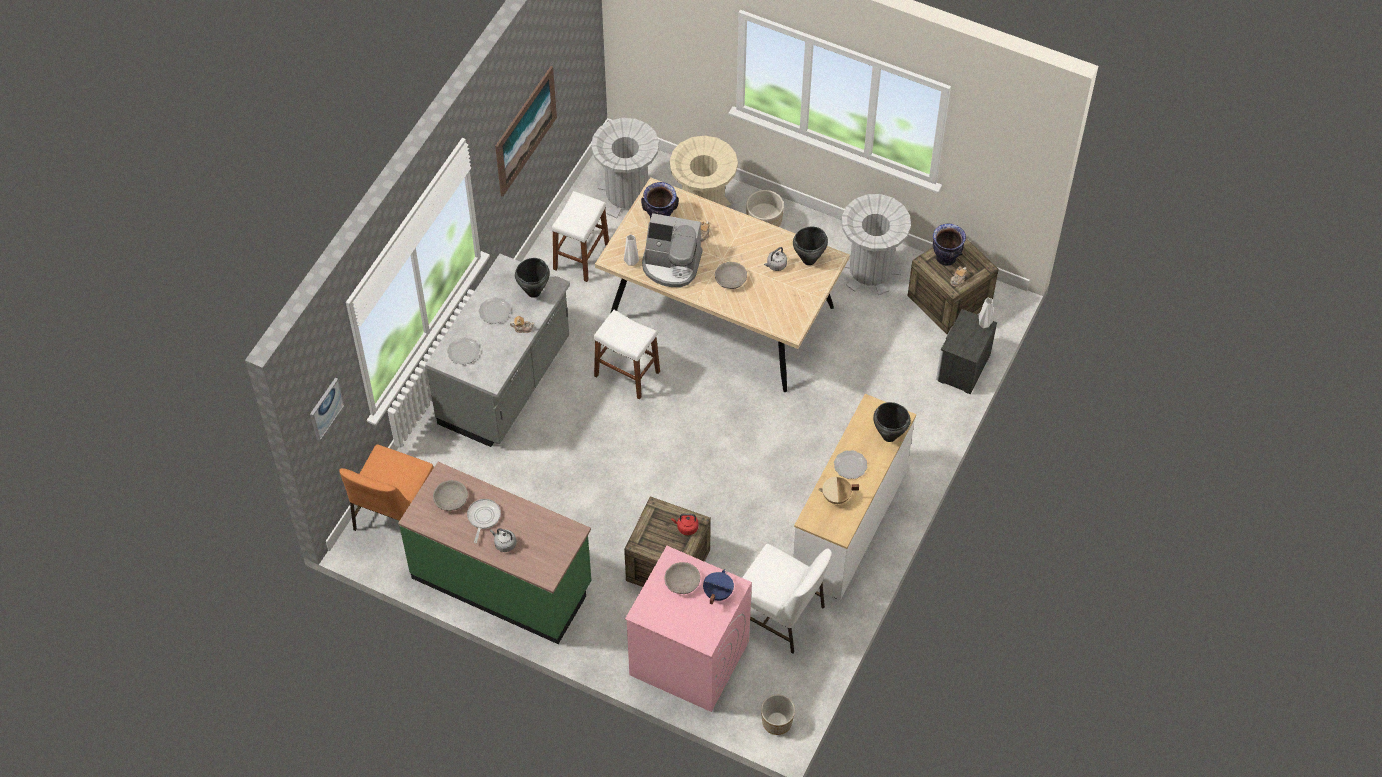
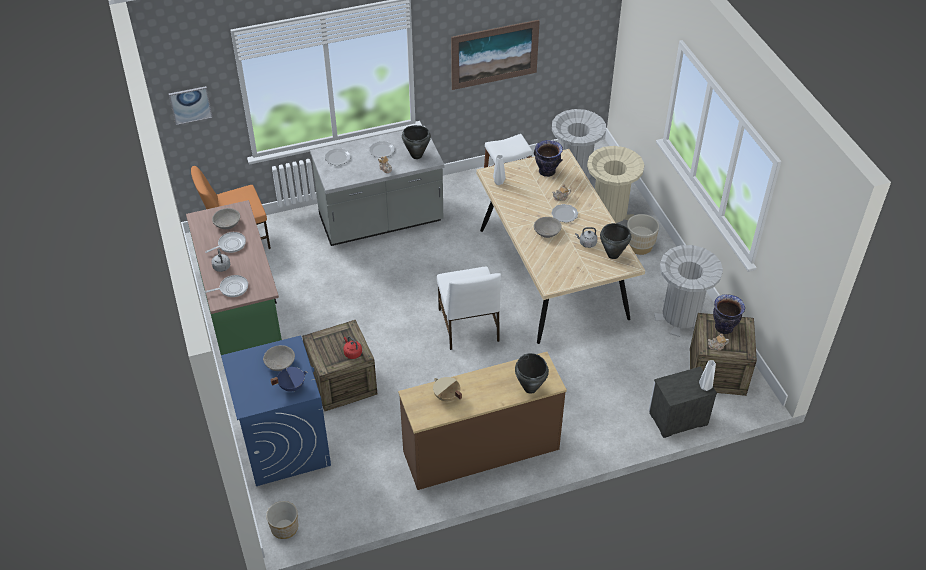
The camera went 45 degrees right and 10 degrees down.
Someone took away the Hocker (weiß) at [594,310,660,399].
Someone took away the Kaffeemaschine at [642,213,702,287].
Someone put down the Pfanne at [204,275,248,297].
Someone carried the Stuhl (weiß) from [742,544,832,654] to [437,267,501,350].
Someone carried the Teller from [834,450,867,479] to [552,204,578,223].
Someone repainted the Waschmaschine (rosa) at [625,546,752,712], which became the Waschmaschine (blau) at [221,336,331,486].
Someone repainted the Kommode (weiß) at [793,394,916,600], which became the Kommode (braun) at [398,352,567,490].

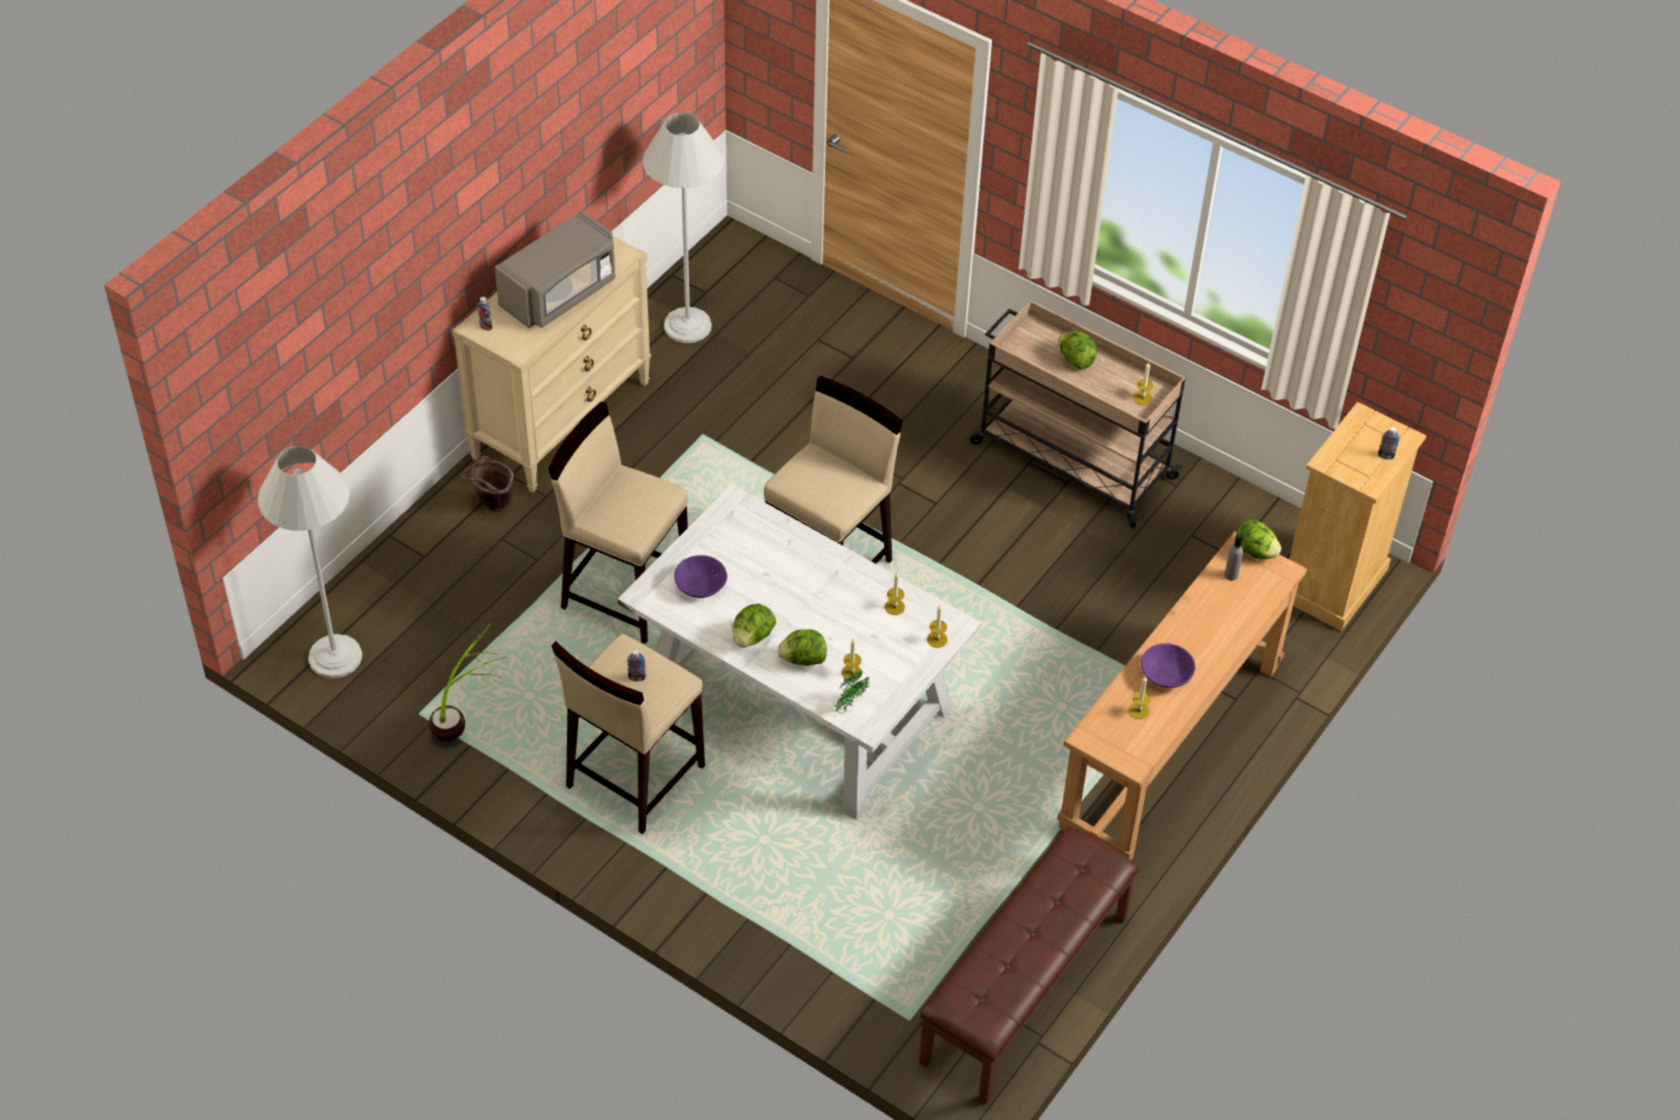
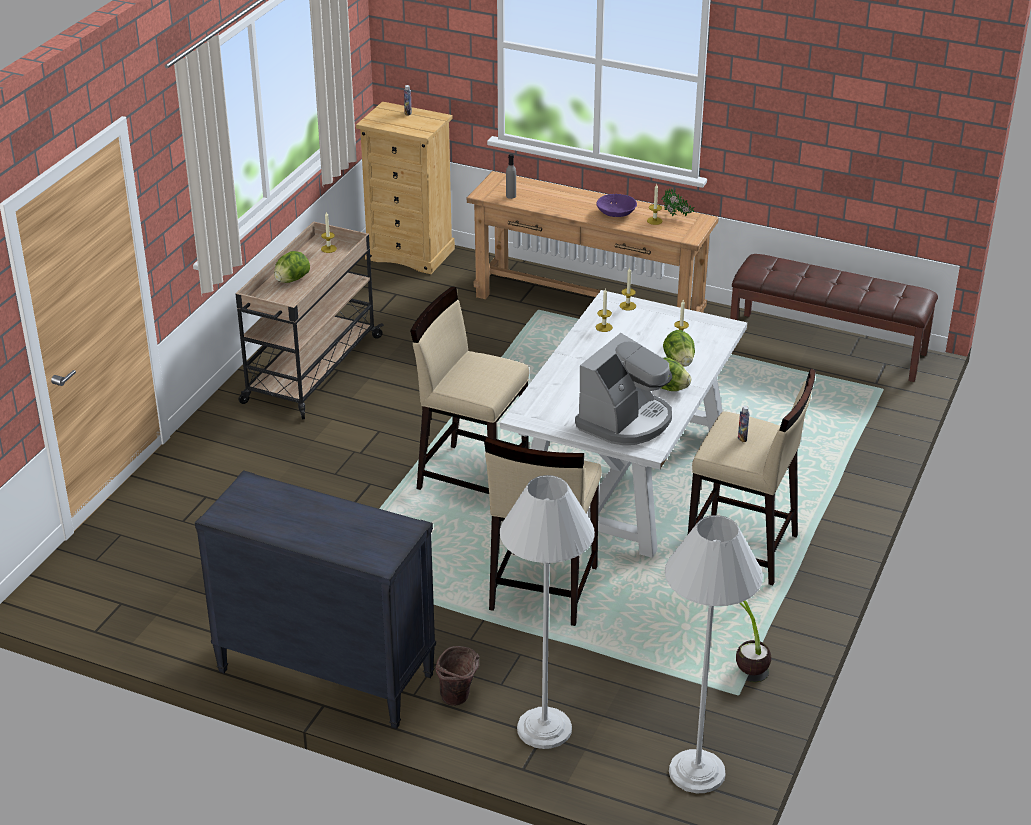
The camera went 100 degrees left and 15 degrees down.
Someone took away the Flasche at [477,297,492,331].
Someone took away the Mikrowelle (grau) at [495,211,616,328].
Someone took away the Salatkopf at [1235,519,1281,560].
Someone carried the Stehlampe (weiß) from [643,112,724,343] to [500,475,595,749].
Someone carried the Topfpflanze from [835,670,870,712] to [662,189,694,217].
Someone swapped the Schüssel (lila) at [674,555,727,598] for the Kaffeemaschine at [575,333,672,445].
Someone repainted the Kommode (beige) at [452,236,651,492], which became the Kommode (schwarz) at [195,470,436,729].

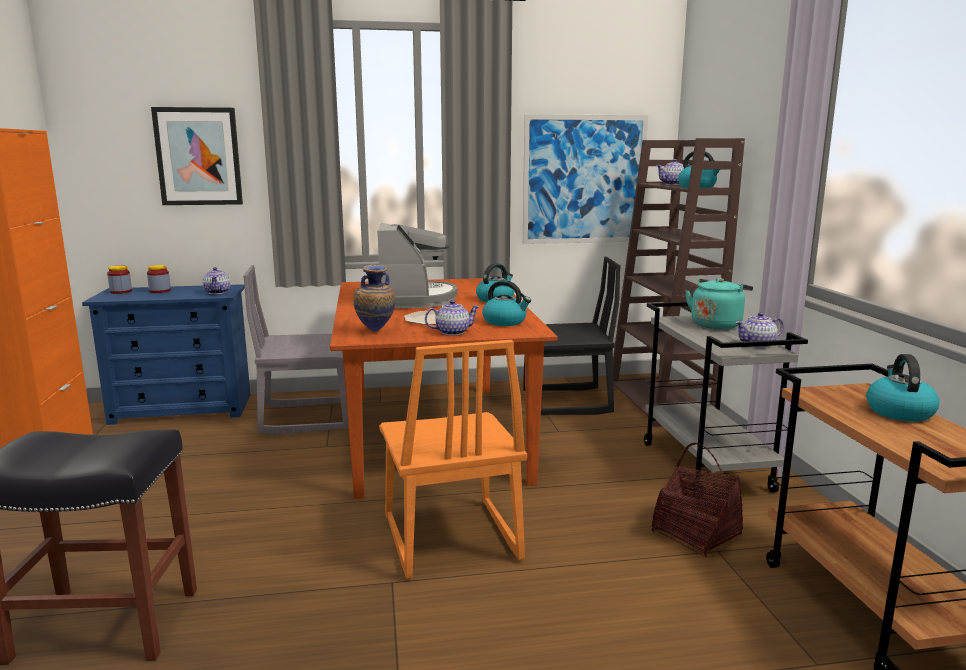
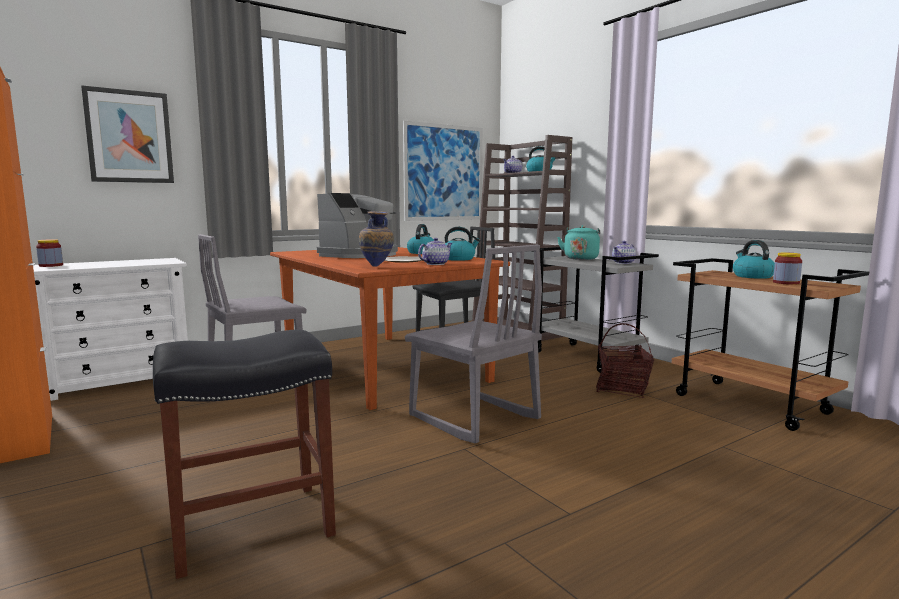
The camera went 25 degrees left and 5 degrees down.
Someone took away the Teekanne at [202,267,230,294].
Someone carried the Vorratsglas from [147,265,171,293] to [773,253,802,285].
Someone repainted the Kommode (blau) at [82,284,250,425], which became the Kommode (weiß) at [33,258,188,401].
Someone repainted the Stuhl (orange) at [379,340,527,579], which became the Stuhl (grau) at [405,245,542,443].
Someone rotated the Kaffeemaschine at [377,223,457,308] by 60 degrees clockwise.

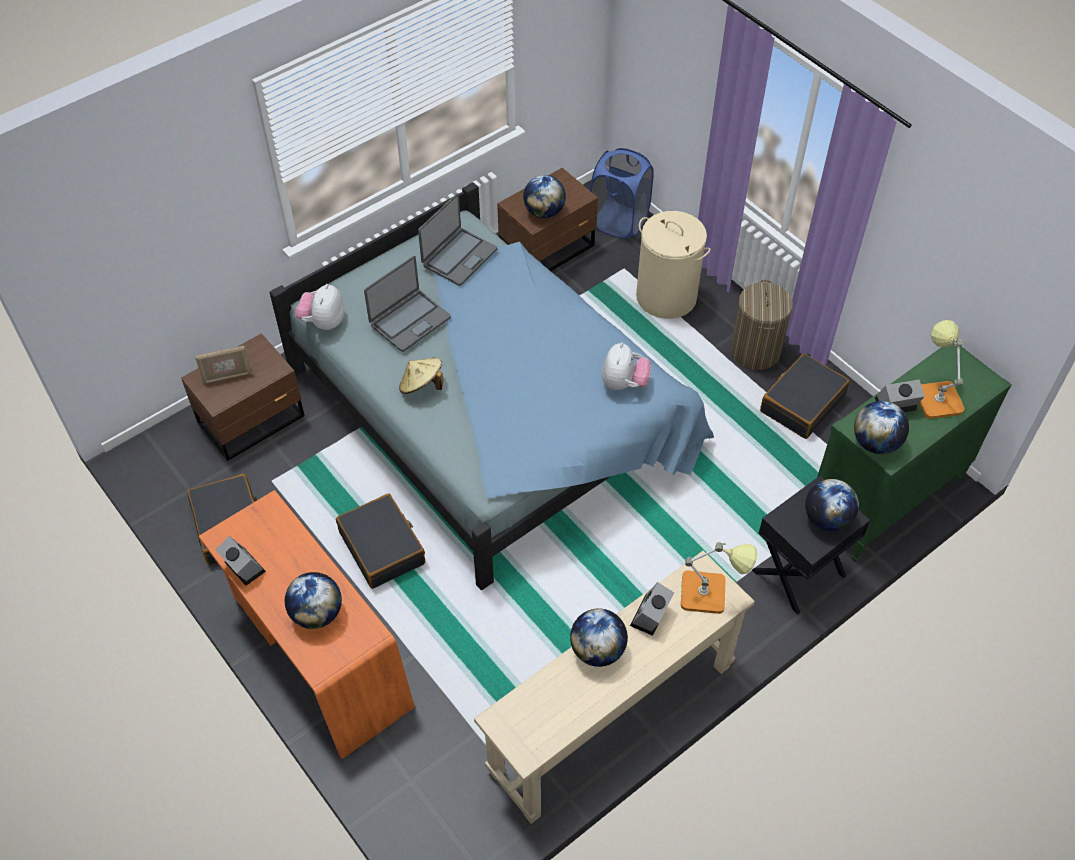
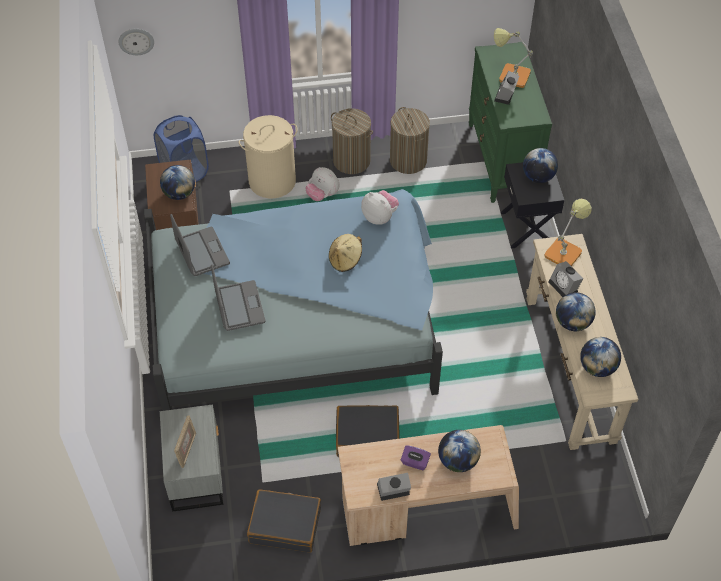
The camera went 60 degrees left and 0 degrees up.
Someone put up the Wanduhr at [119,29,154,55].
Someone put down the Taschentuchbox (lila) at [401,445,431,470].
Someone carried the Plüschtier from [295,284,344,330] to [306,167,340,201].
Someone carried the Hut (beige) from [399,358,443,394] to [329,234,362,272].
Someone carried the Globus from [854,401,909,454] to [580,337,621,377].
Someone swapped the Koffer (schwarz) at [760,353,850,439] for the Wäschekorb at [390,107,430,174].
Someone repainted the Nachttisch (braun) at [181,333,305,461], which became the Nachttisch (grau) at [160,404,223,512].
Someone repainted the Schreibtisch (orange) at [199,490,415,759], which became the Schreibtisch (beige) at [338,425,519,546].

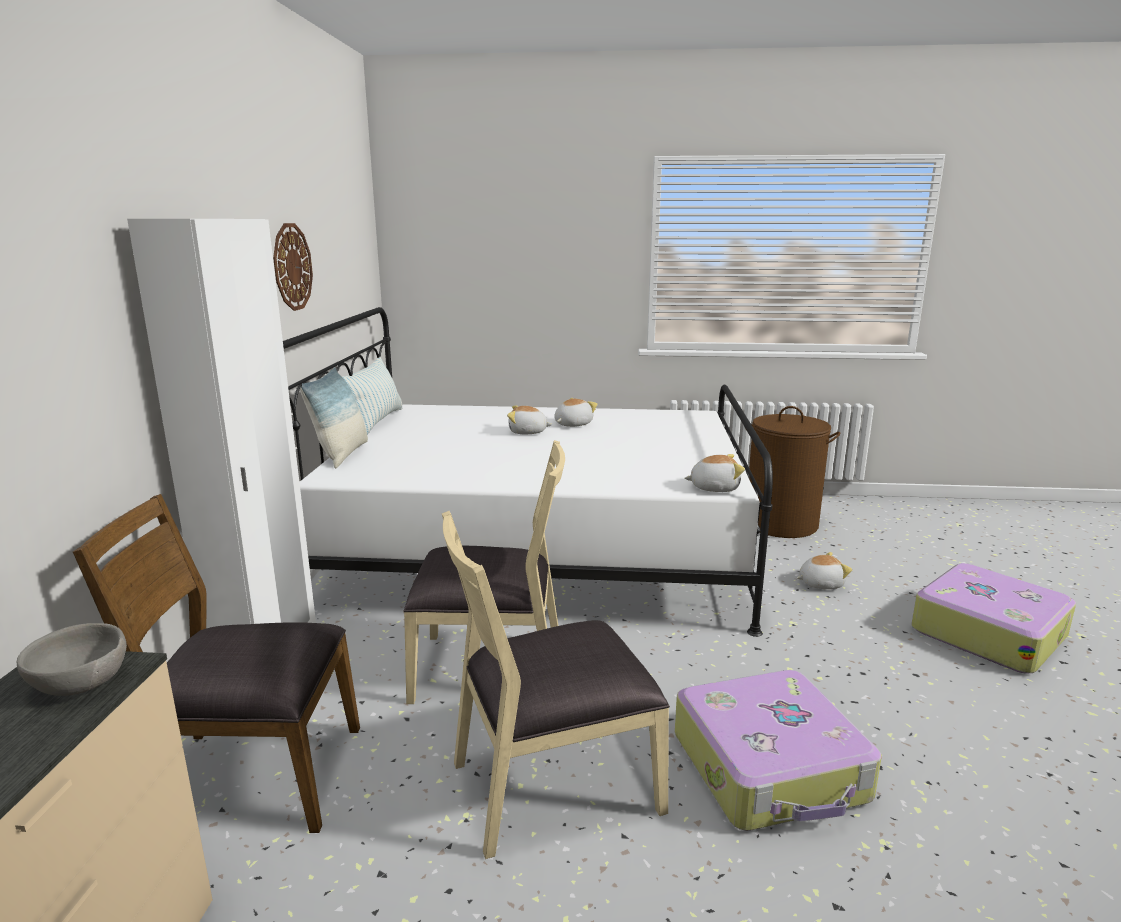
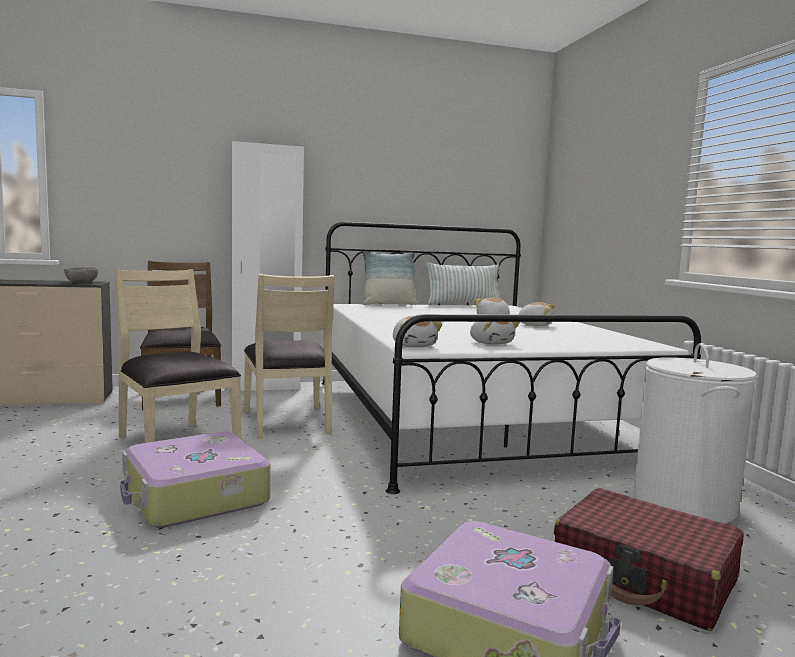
The camera went 70 degrees right and 10 degrees down.
Someone took away the Wanduhr at [273,223,313,311].
Someone put down the Koffer (rot) at [554,488,744,631].
Someone carried the Plüschtier from [797,552,852,589] to [470,322,520,345].
Someone repainted the Wäschekorb (braun) at [749,406,840,538], which became the Wäschekorb (weiß) at [633,343,757,524].

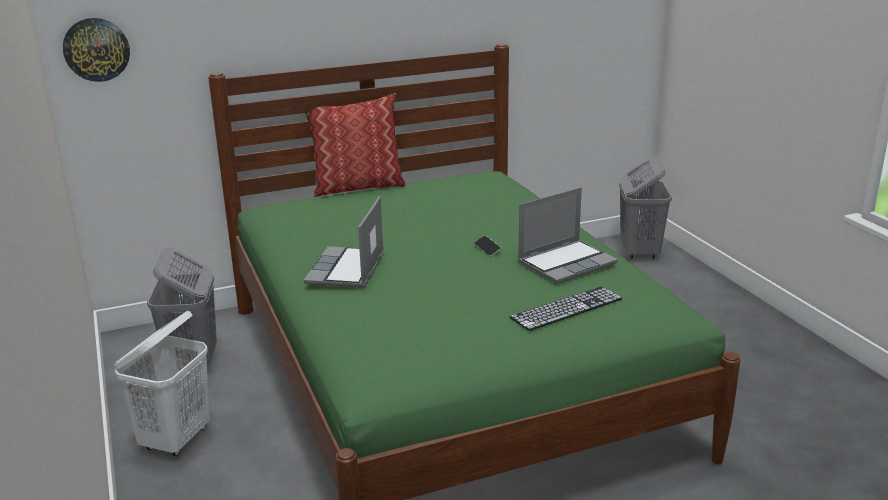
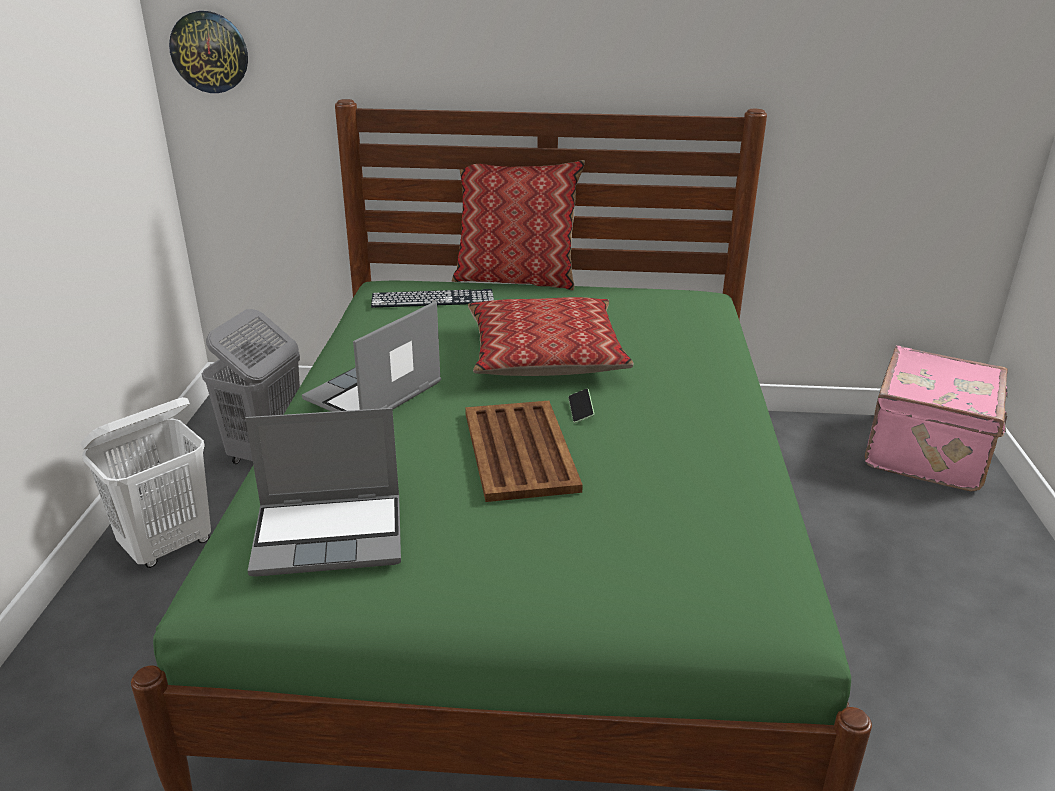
The camera went 25 degrees right and 5 degrees up.
Someone put down the Tablett (braun) at [465,401,583,502].
Someone put down the Kissen at [468,297,633,376].
Someone carried the Tastatur from [510,287,622,331] to [371,289,494,308].
Someone carried the Laptop from [518,187,618,284] to [245,408,401,577].
Someone swapped the Wäschekorb (grau) at [619,157,672,259] for the Koffer (rosa) at [865,346,1008,492].

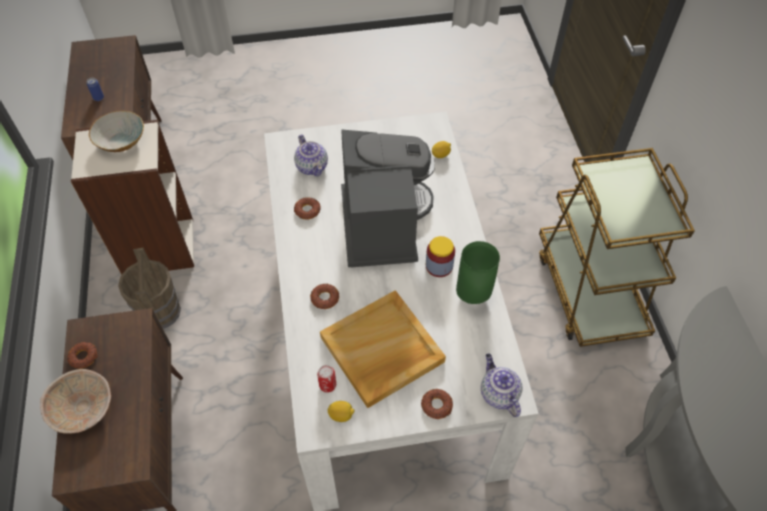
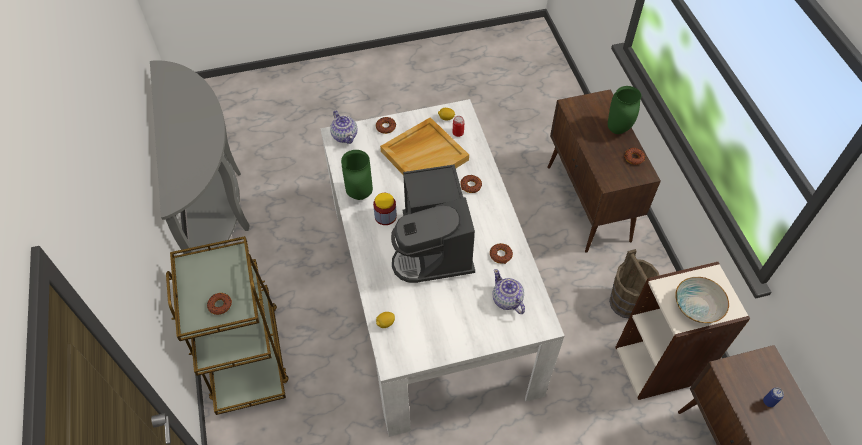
The camera went 175 degrees right and 0 degrees up.
Someone put down the Donut at [207,293,232,315].
Someone swapped the Schüssel (beige) at [40,369,111,434] for the Vase (grün) at [608,86,641,134].

